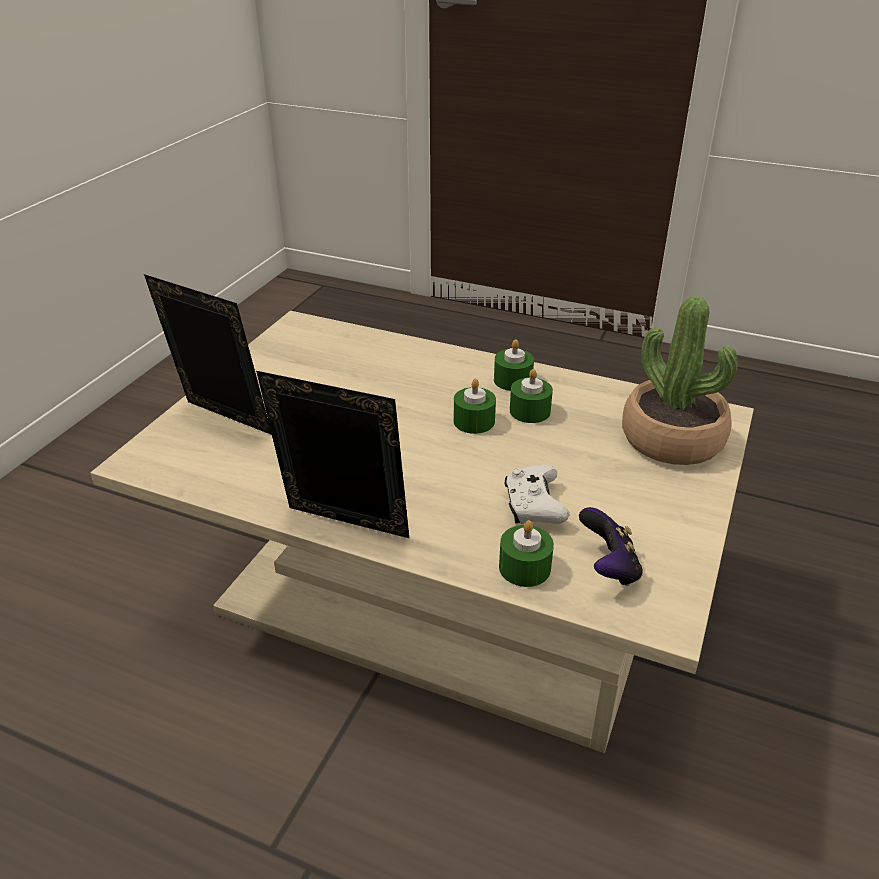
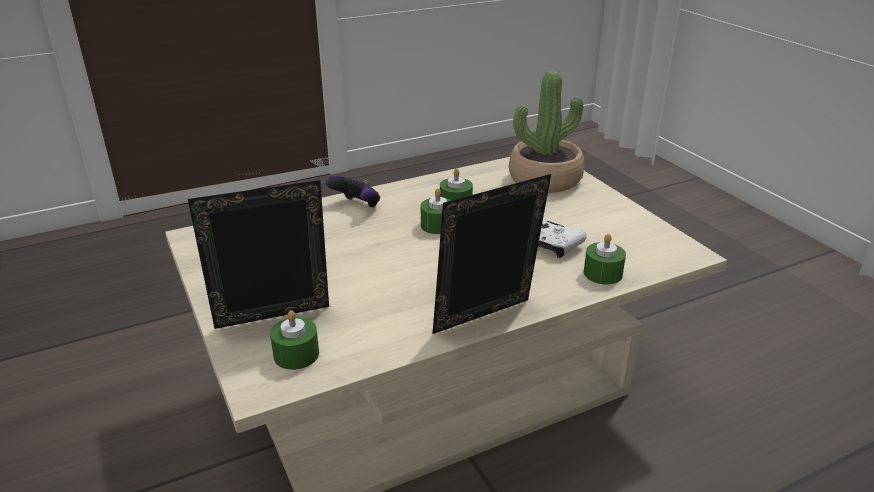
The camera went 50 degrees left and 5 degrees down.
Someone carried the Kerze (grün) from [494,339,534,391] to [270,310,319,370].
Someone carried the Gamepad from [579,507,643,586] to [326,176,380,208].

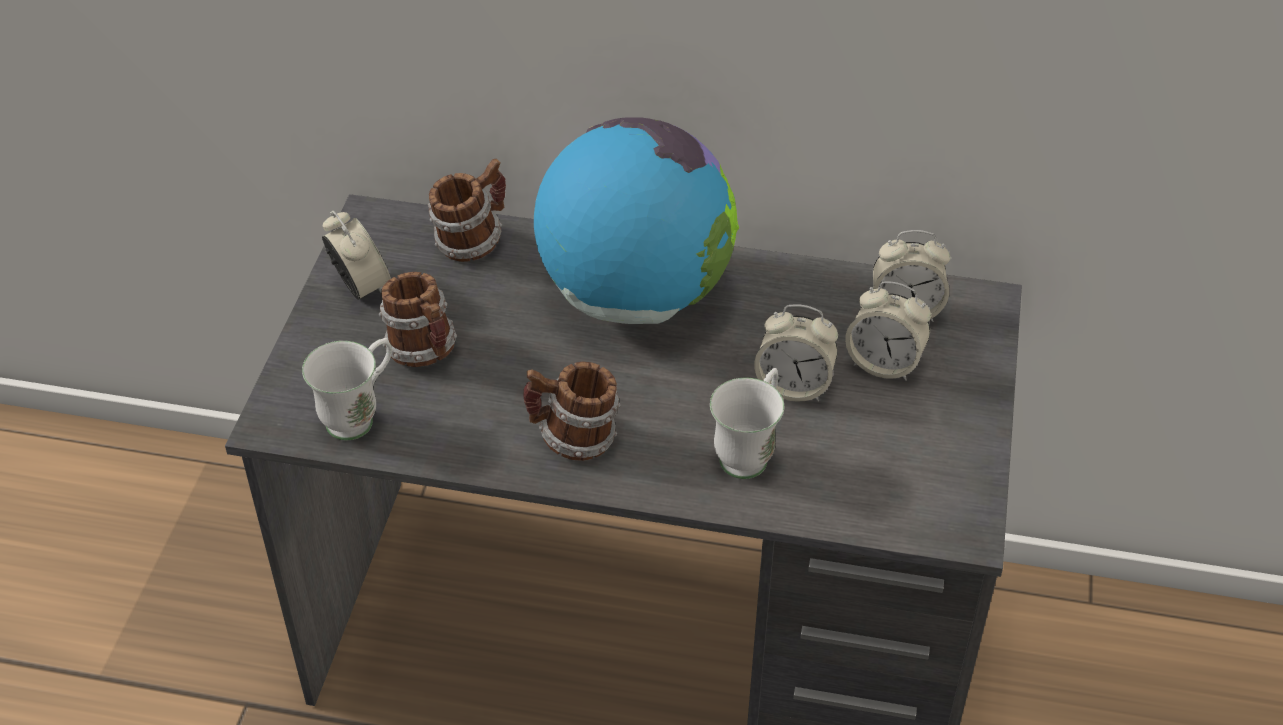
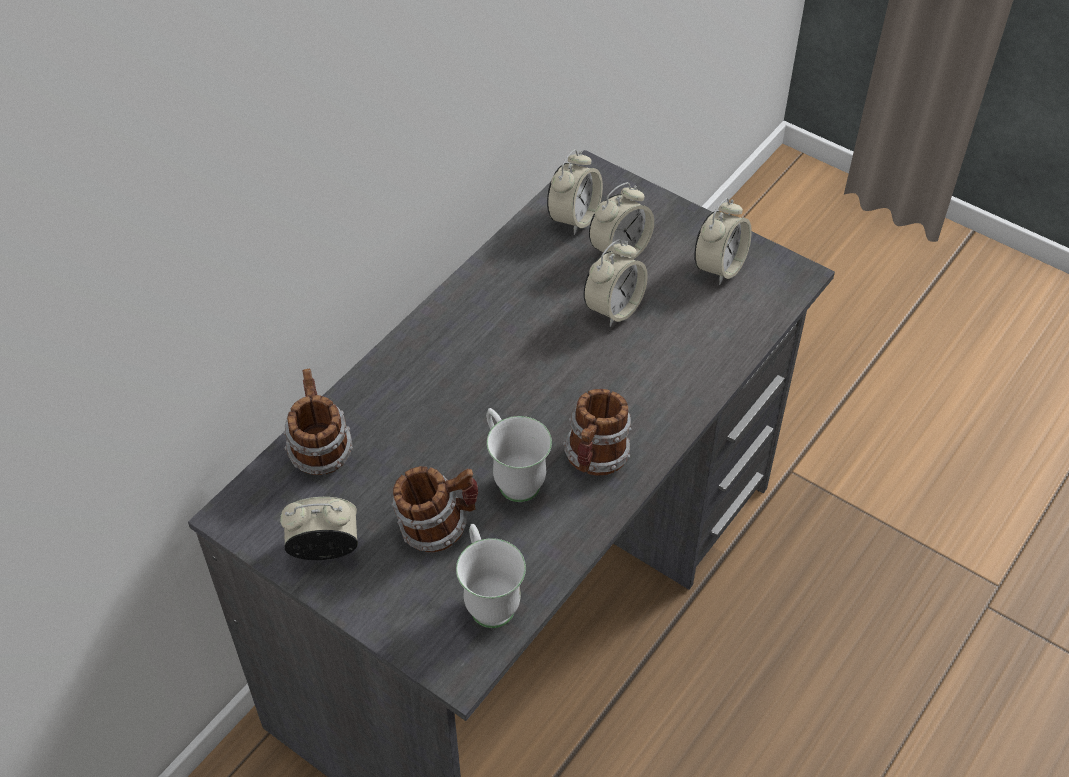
The camera went 65 degrees left and 5 degrees up.
Someone took away the Globus at [534,117,739,324].
Someone put down the Wecker at [694,198,752,285].
Someone carried the Henkelbecher (weiß) from [710,368,784,479] to [486,408,552,502].

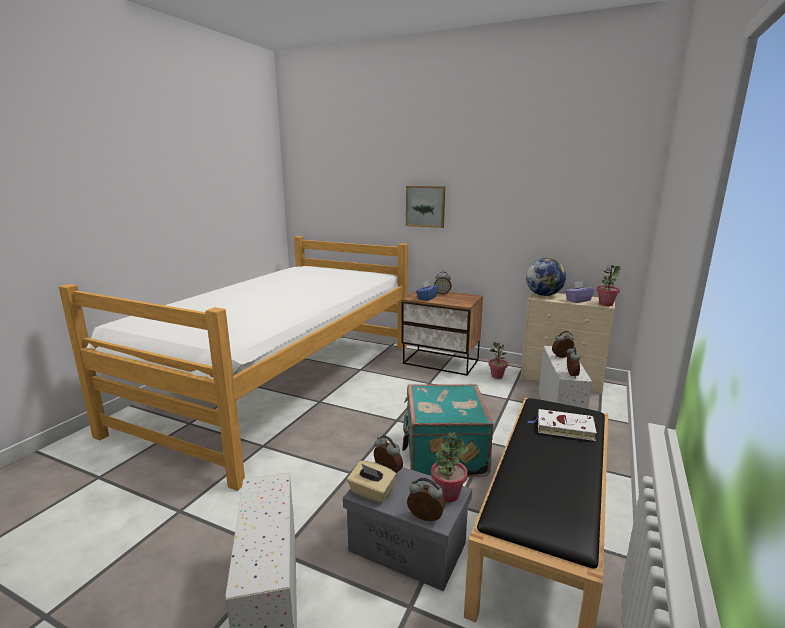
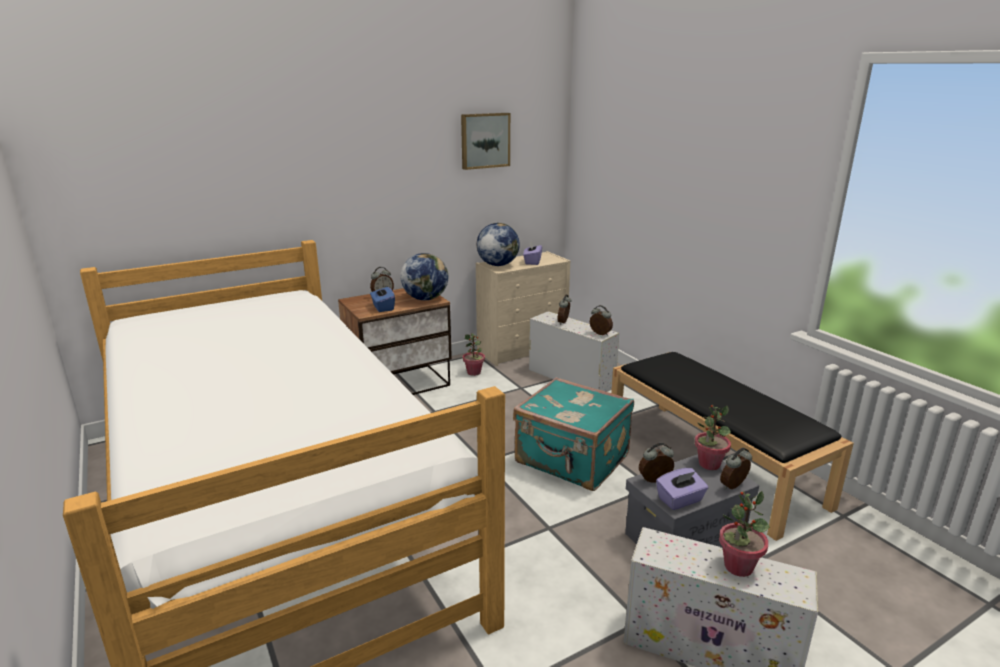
The camera went 55 degrees left and 5 degrees up.
Someone took away the Buch (weiß) at [527,409,597,441].
Someone put down the Globus at [400,253,448,300].
Someone carried the Bild from [406,186,445,228] to [461,113,510,170].
Someone carried the Topfpflanze from [597,265,621,306] to [719,491,770,577].
Someone repainted the Taschentuchbox (beige) at [347,461,397,504], which became the Taschentuchbox (lila) at [656,468,708,510].

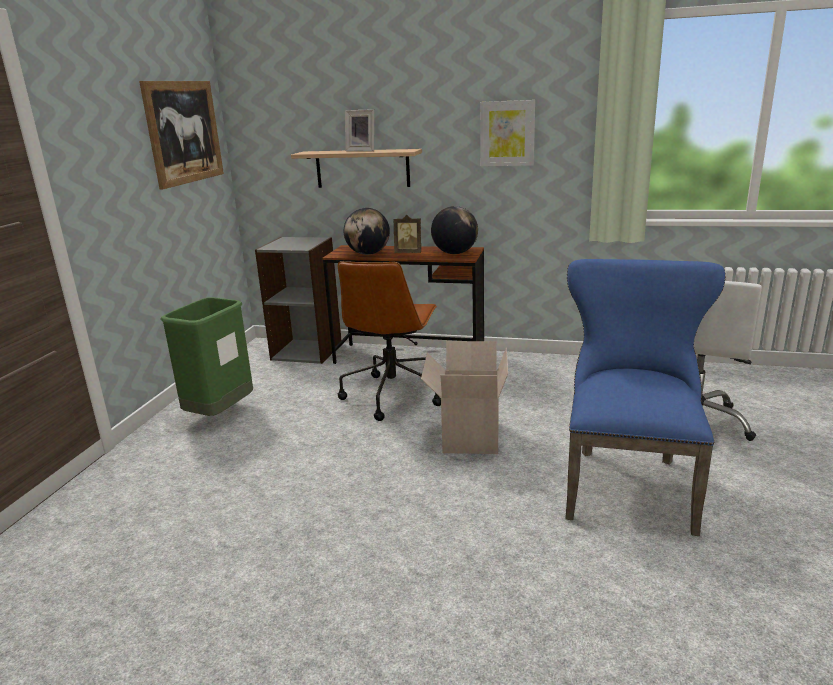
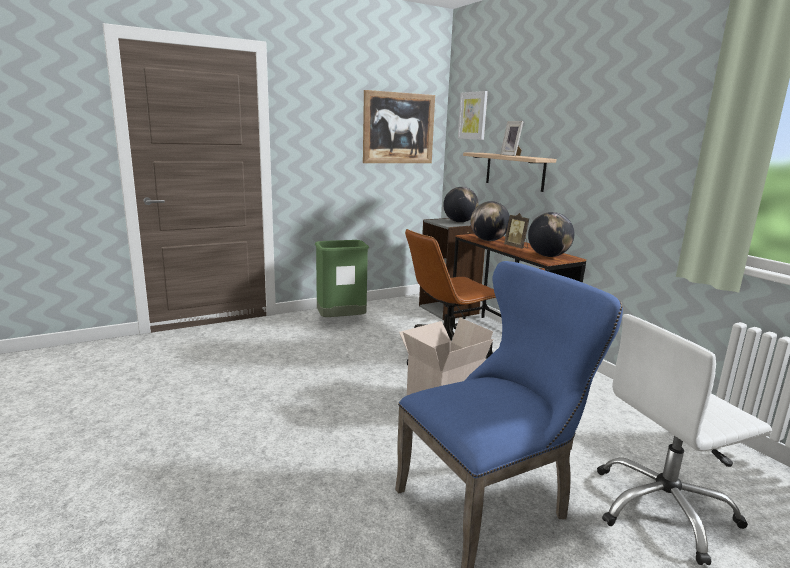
The camera went 45 degrees right and 5 degrees down.
Someone put down the Globus at [443,187,479,222].
Someone carried the Bild from [480,100,535,166] to [458,91,488,140].

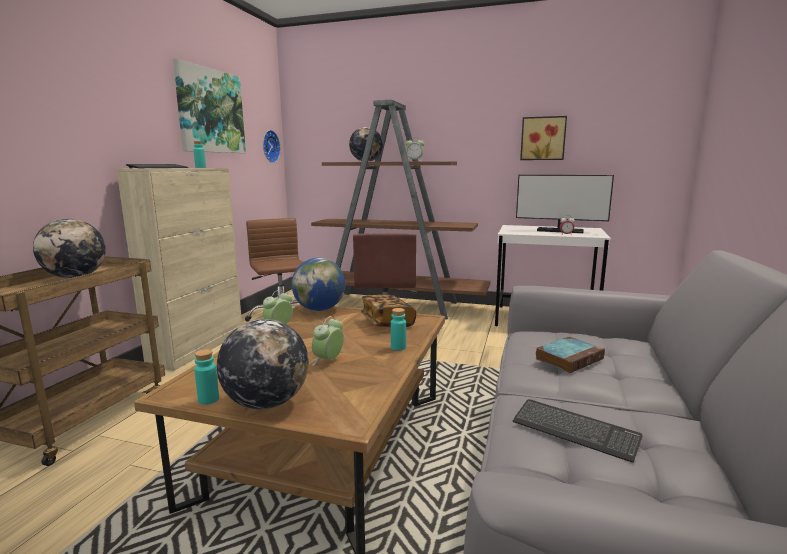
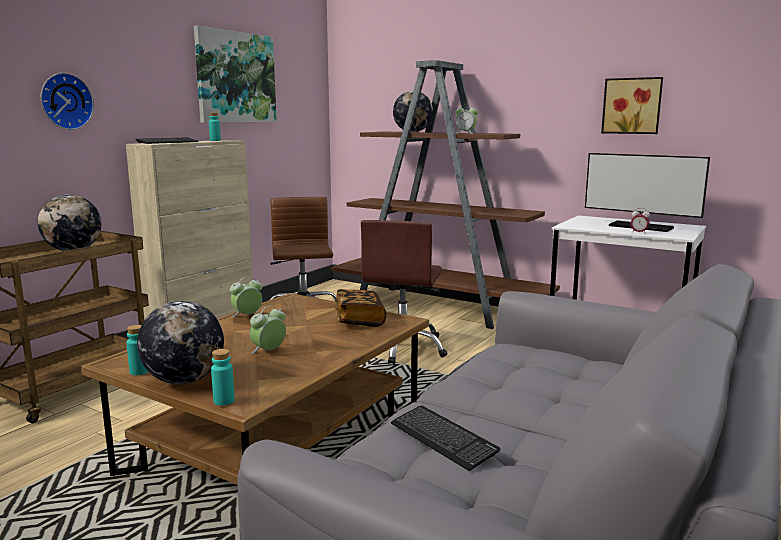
The camera went 15 degrees right and 0 degrees up.
Someone took away the Globus at [292,258,345,311].
Someone took away the Buch at [536,337,605,373].
Someone carried the Wanduhr from [263,130,281,163] to [41,73,94,130].
Someone carried the Flasche (türkis) from [391,308,406,350] to [211,349,235,406].

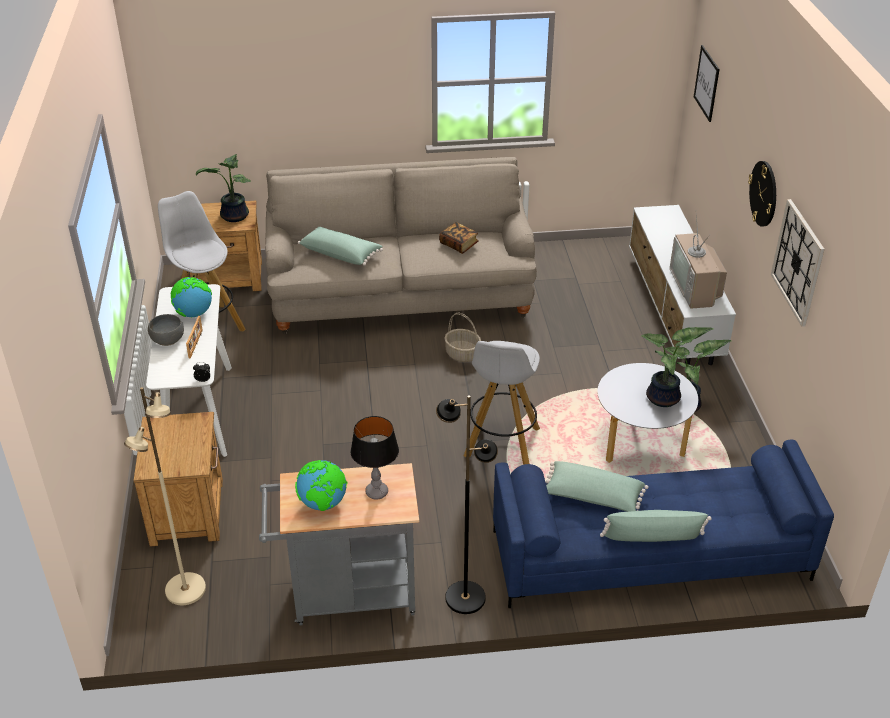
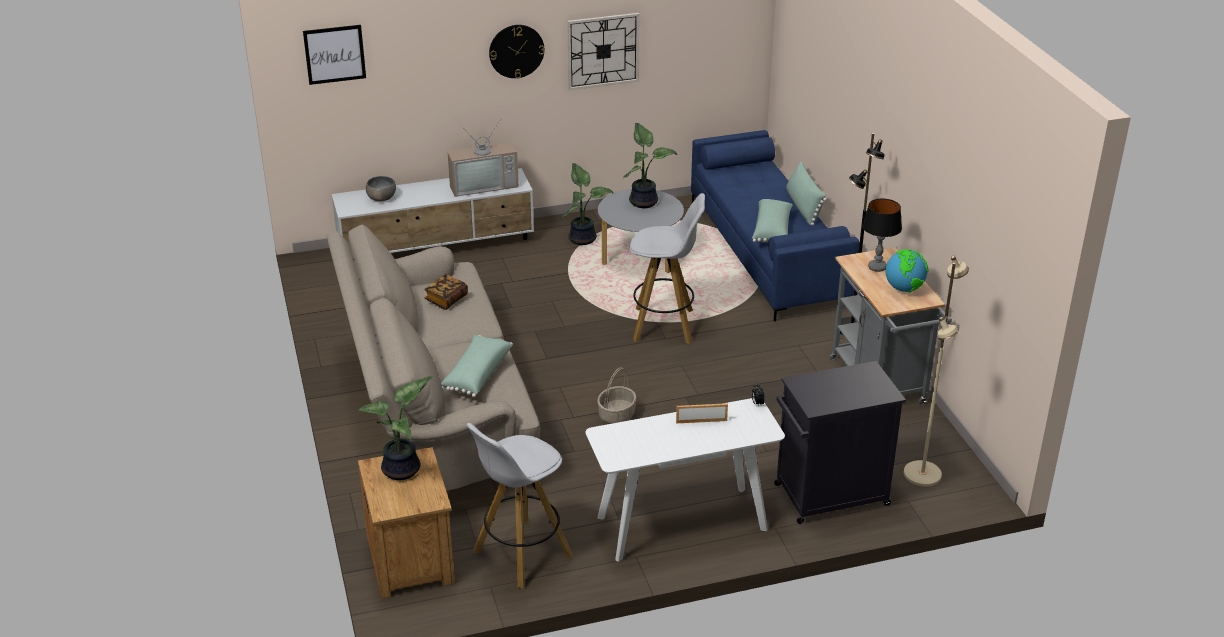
The camera went 100 degrees left and 5 degrees down.
Someone took away the Globus at [171,277,212,318].
Someone carried the Schüssel (grau) from [148,314,184,346] to [366,176,396,202].
Someone carried the Korb from [444,313,481,362] to [597,367,637,424].
Someone swapped the Nachttisch (braun) at [133,412,223,547] for the Schrank (schwarz) at [774,361,906,524].

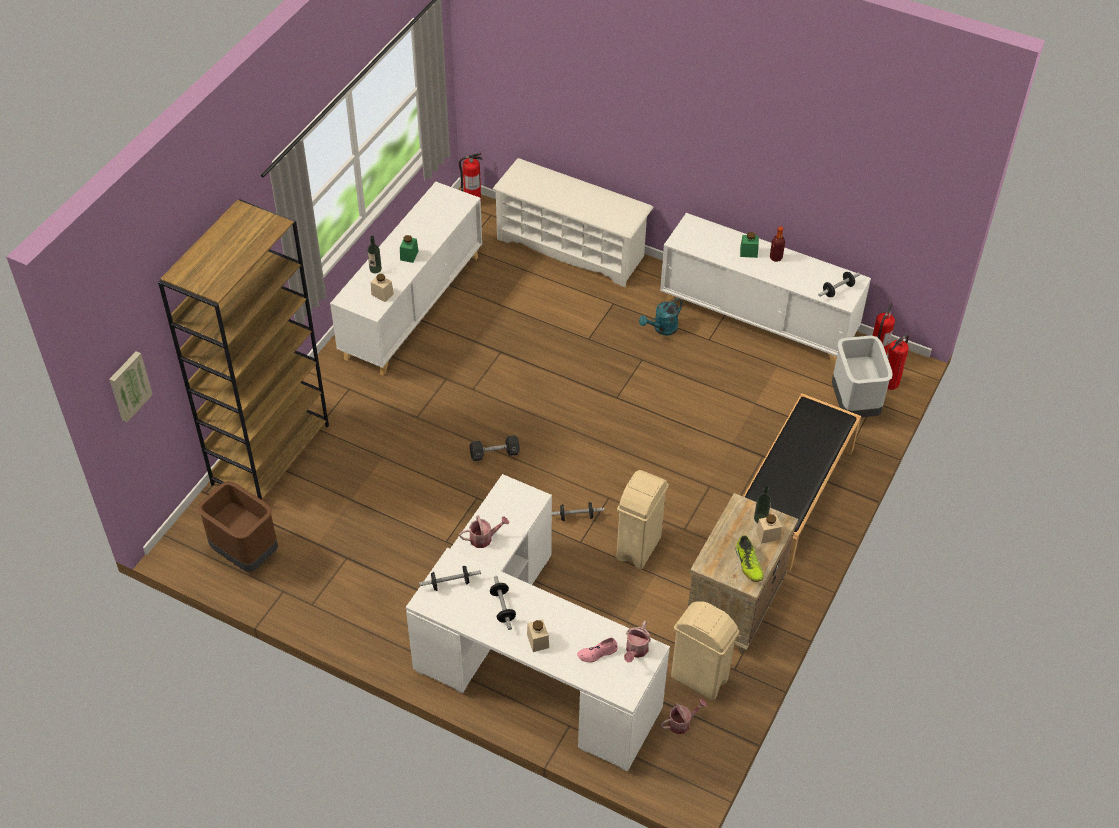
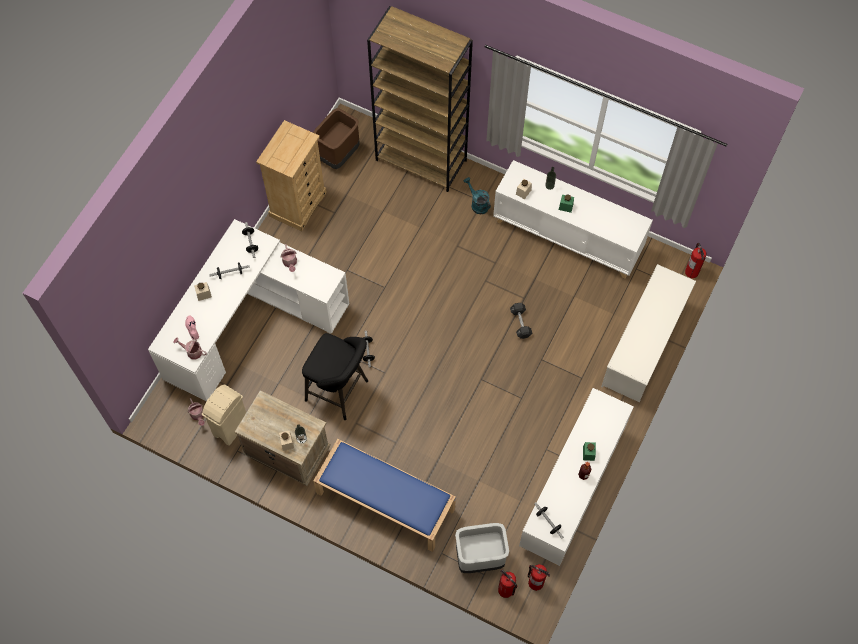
The camera went 90 degrees right and 15 degrees up.
Someone took away the Bild at [109,351,153,422].
Someone took away the Schuh at [735,535,764,582].
Someone put down the Kommode (beige) at [256,120,327,231].
Someone carried the Hantel (schwarz) from [469,435,520,461] to [510,303,532,339].
Someone carried the Gießkanne (türkis) from [639,298,682,335] to [463,177,491,214].
Someone swapped the Mülleimer (beige) at [616,470,669,569] for the Hocker (schwarz) at [302,333,368,420].
Someone repainted the Bank (schwarz) at [743,393,861,573], which became the Bank (blau) at [313,439,456,552].

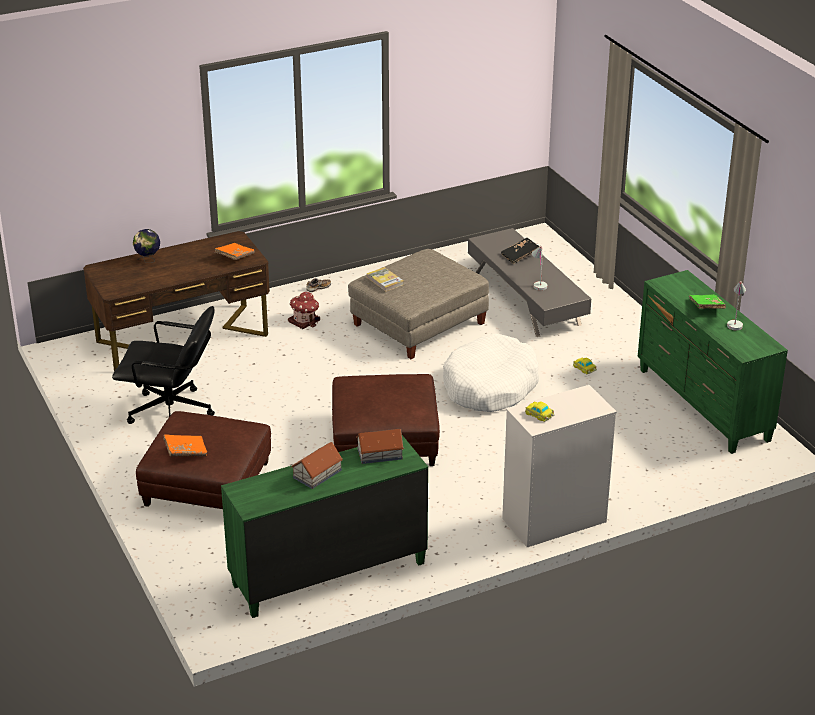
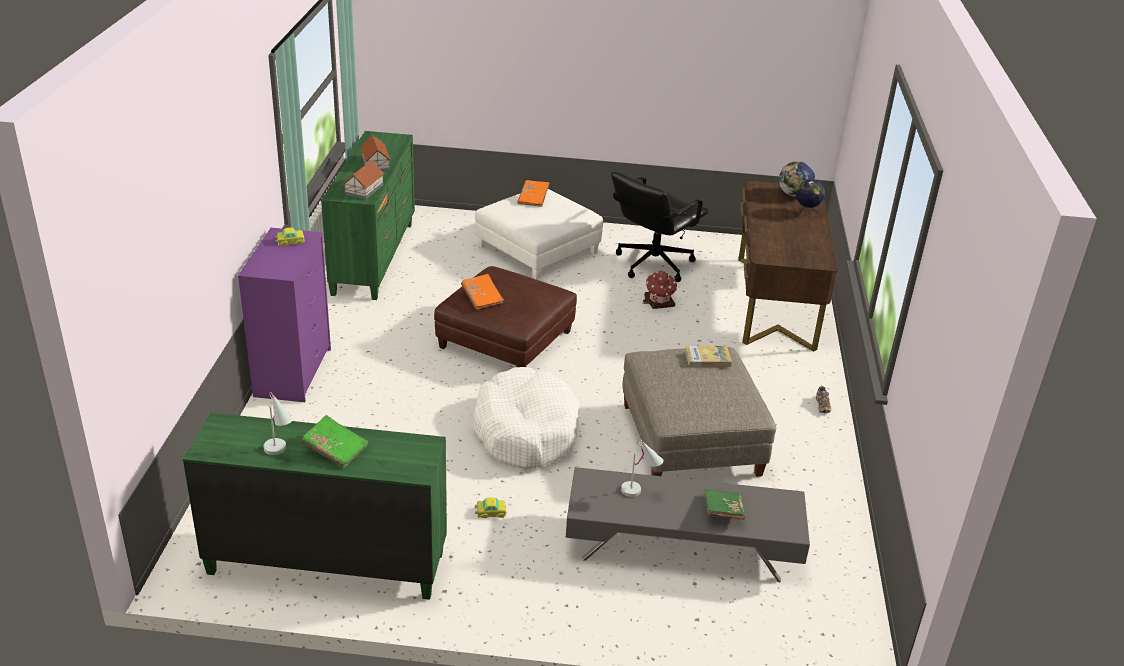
The camera went 120 degrees right and 0 degrees up.
Someone put down the Globus at [779,161,815,197].
Someone carried the Buch (orange) from [214,243,255,260] to [461,274,504,310].
Someone carried the Spielzeughaus from [288,292,320,329] to [643,270,677,309].
Someone repainted the Polsterhocker (braun) at [136,411,271,509], which became the Polsterhocker (weiß) at [475,189,603,280].
Someone repainted the Buch (schwarz) at [501,238,539,264], which became the Buch (grün) at [703,489,745,520].
Someone repainted the Kommode (weiß) at [502,385,617,547], which became the Kommode (lila) at [238,228,331,402].

